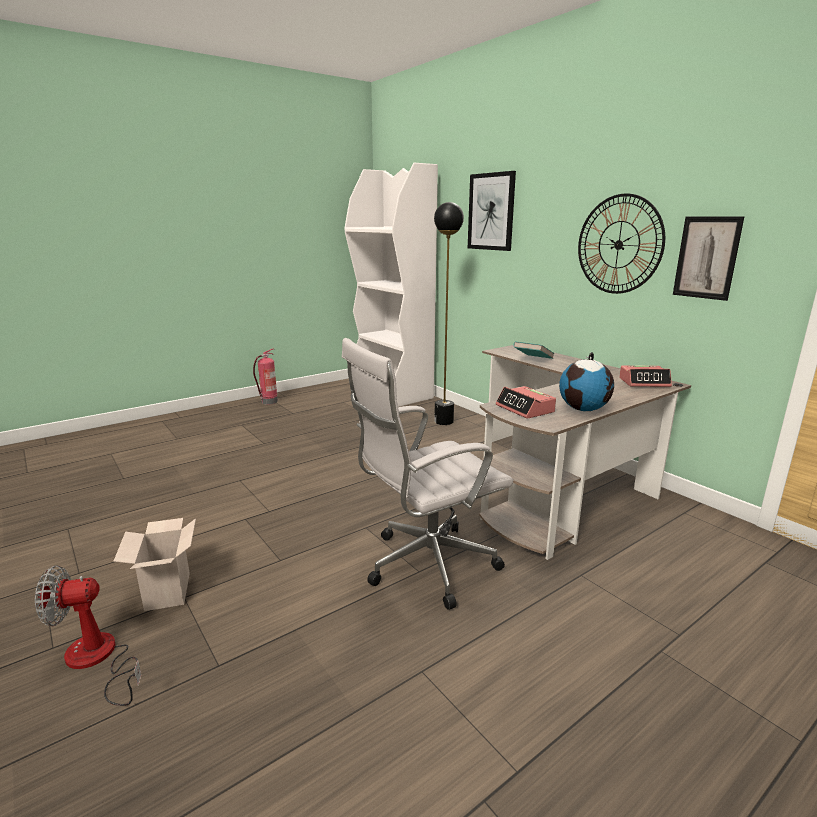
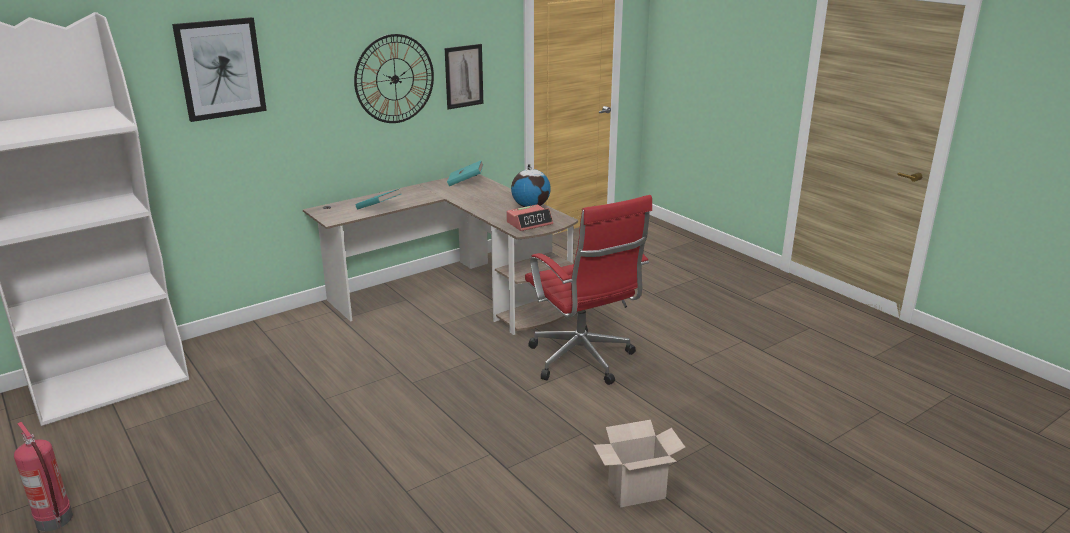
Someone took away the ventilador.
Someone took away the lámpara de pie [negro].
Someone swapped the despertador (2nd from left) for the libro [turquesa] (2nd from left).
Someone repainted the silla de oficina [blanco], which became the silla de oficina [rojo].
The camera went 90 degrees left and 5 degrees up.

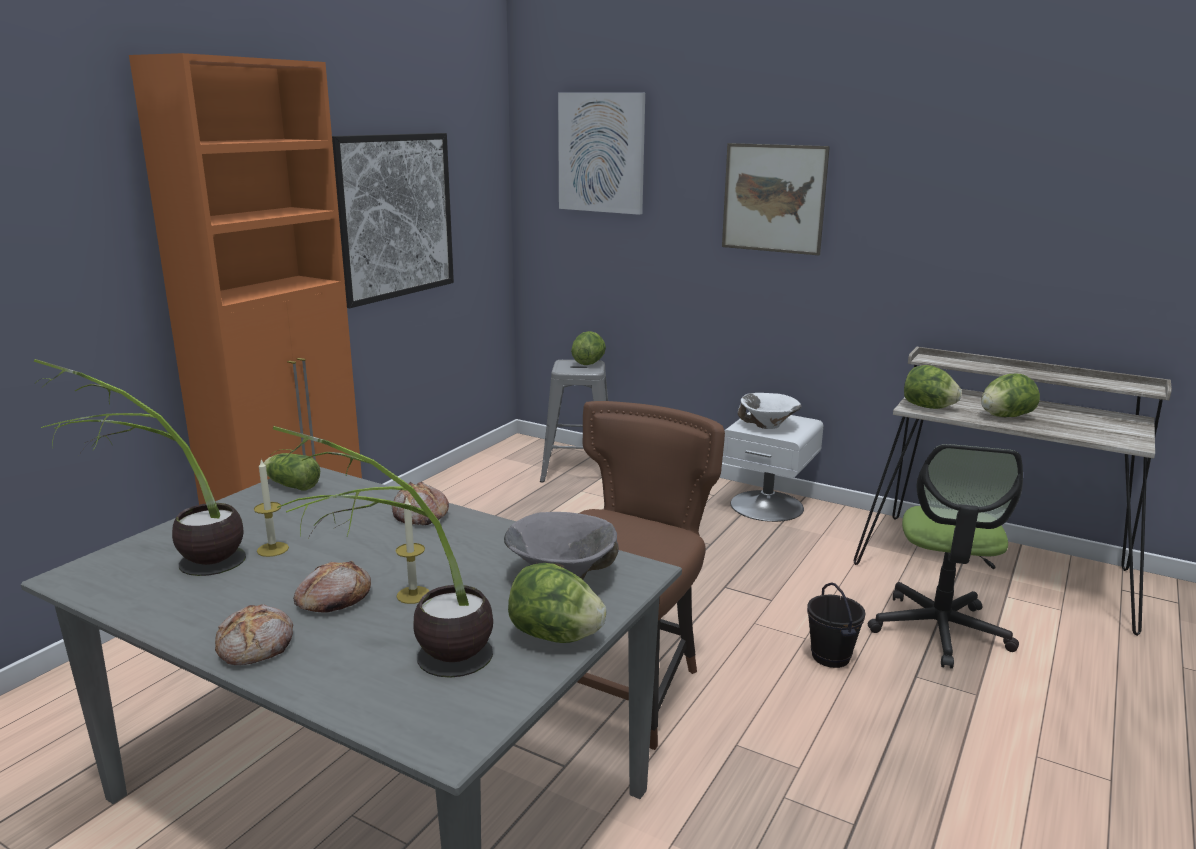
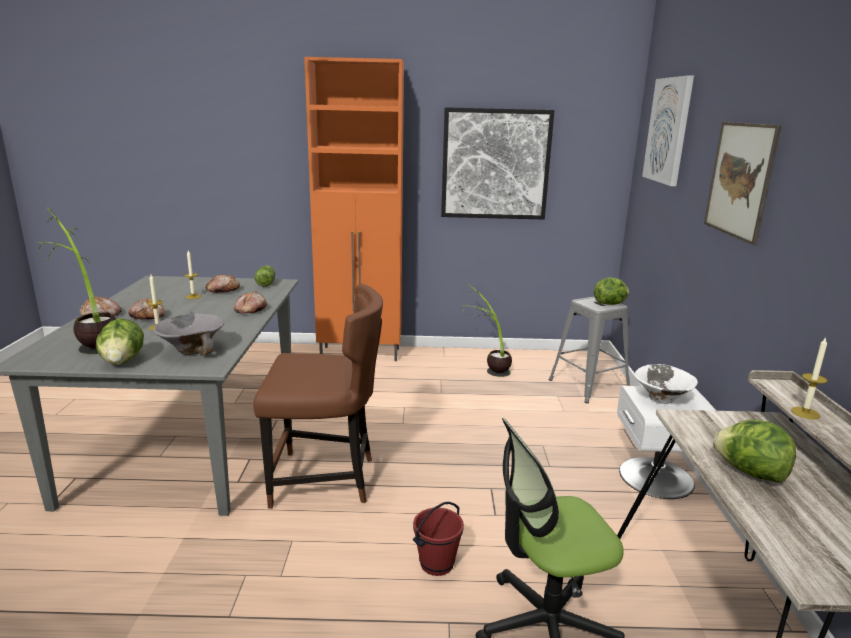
Someone took away the lechuga (4th from left).
Someone put down the pan (3rd from left).
Someone put down the vela (3rd from left).
Someone carried the planta en maceta (1st from left in the first image).
Someone repainted the cubo [negro], which became the cubo [rojo].
The camera went 60 degrees right and 0 degrees up.

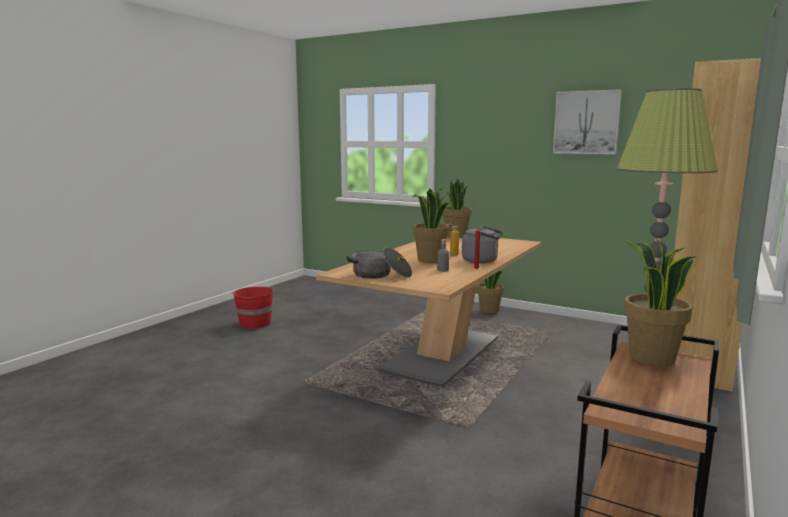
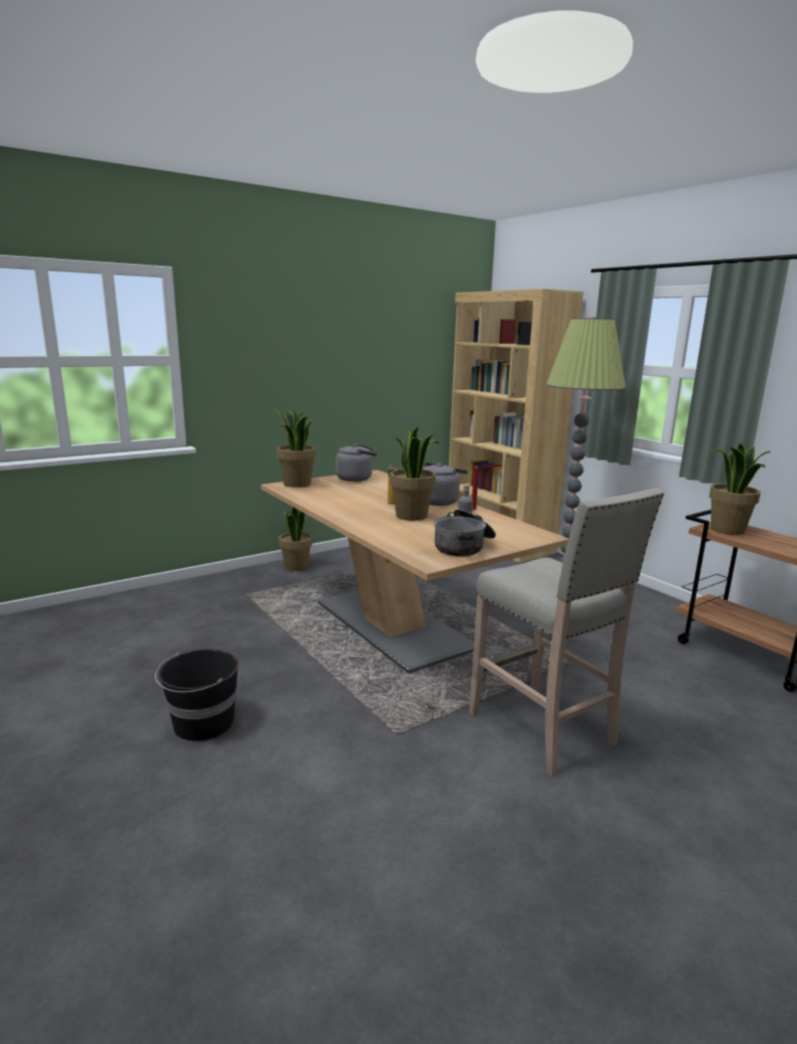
Someone took away the cubo [rojo].
Someone took away the cuadro.
Someone put down the cubo [negro].
Someone put down the hervidor [gris] (1st from left).
Someone put down the taburete [beis].
The camera went 65 degrees left and 5 degrees up.

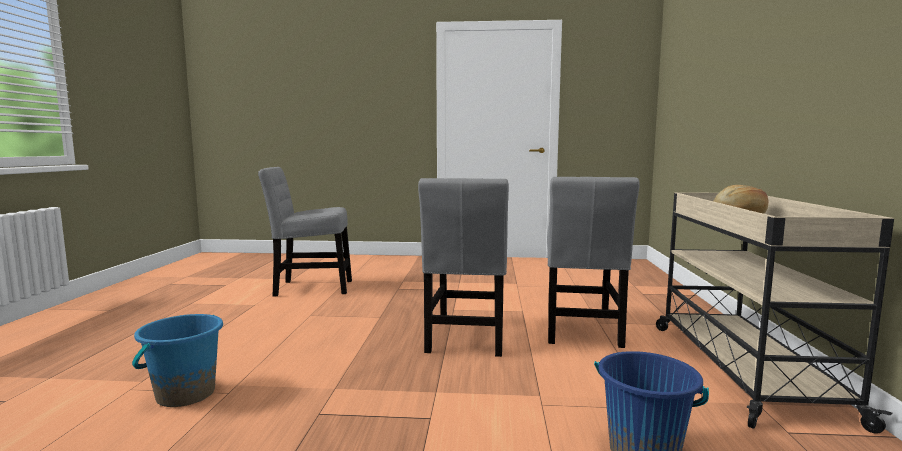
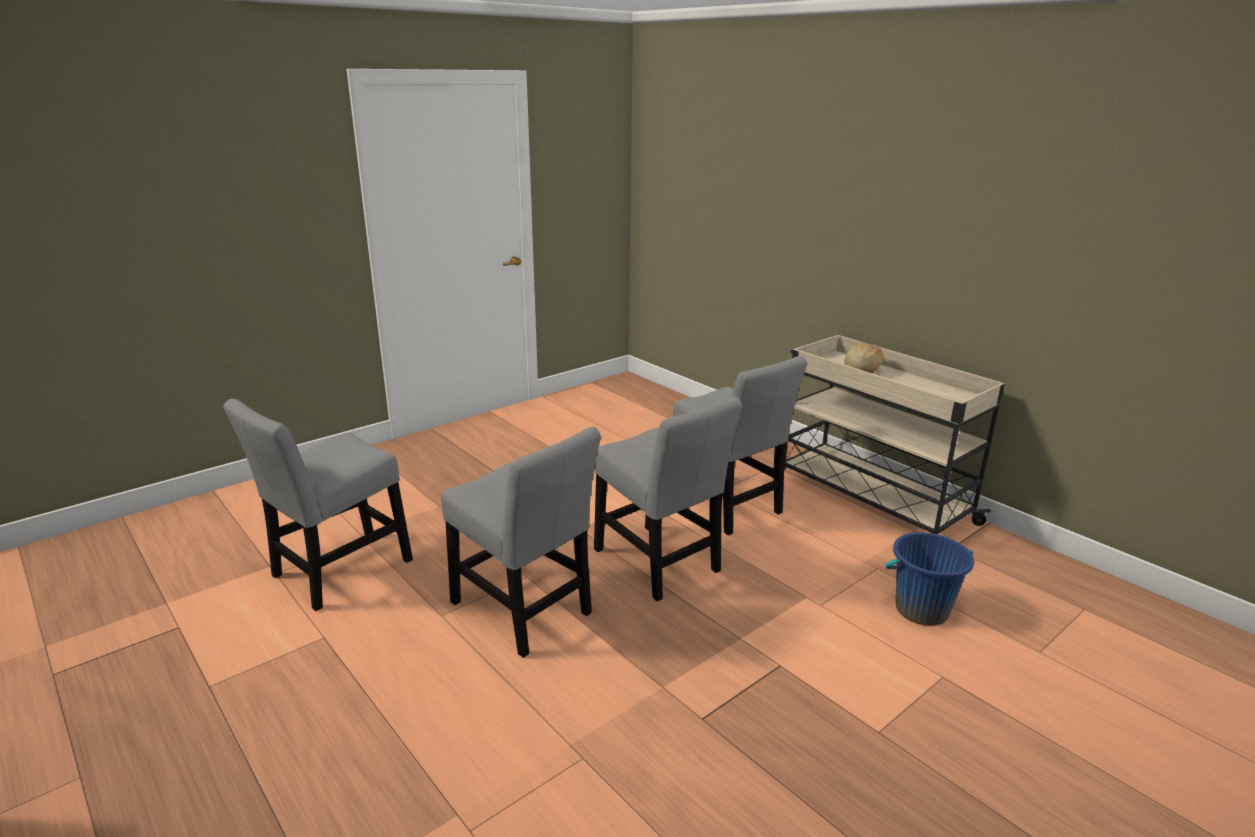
Someone took away the cubo [azul] (1st from left).
Someone put down the silla [gris] (2nd from left).
The camera went 45 degrees left and 15 degrees up.

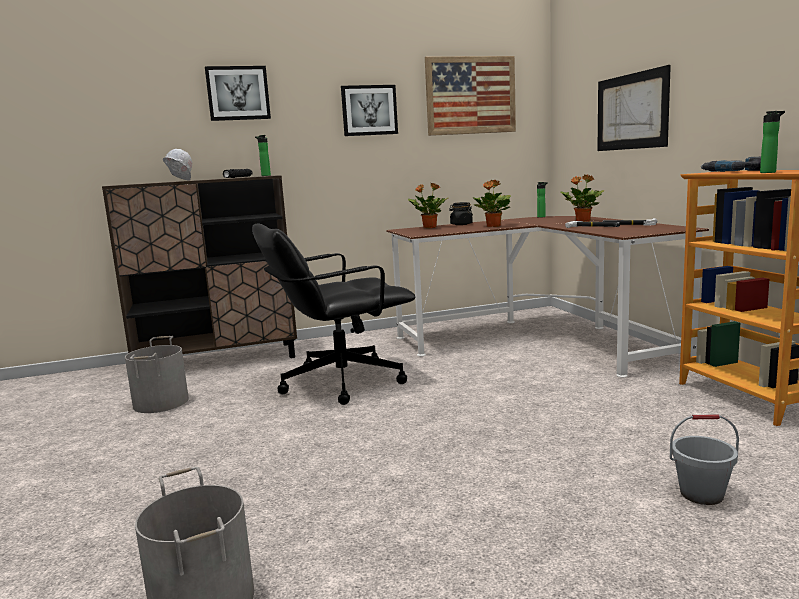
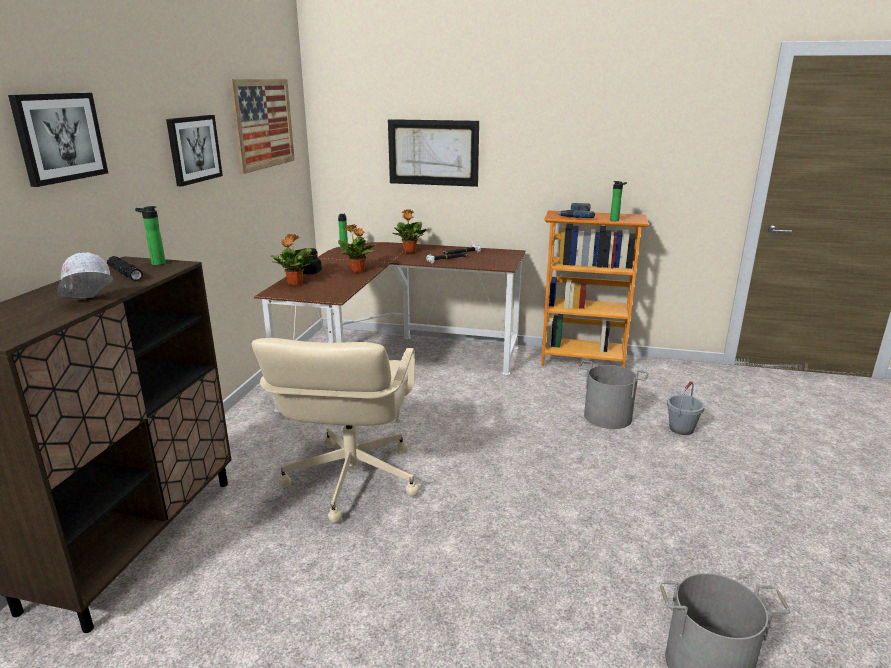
Someone carried the cubo [gris] (1st from left).
Someone repainted the silla de oficina [negro], which became the silla de oficina [beis].
The camera went 60 degrees left and 10 degrees up.

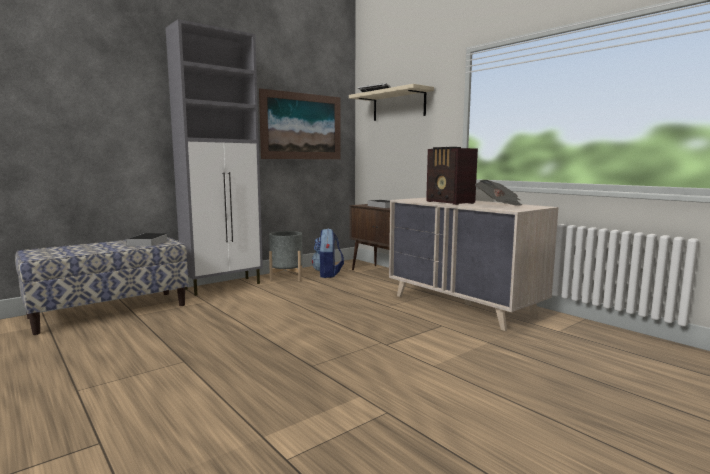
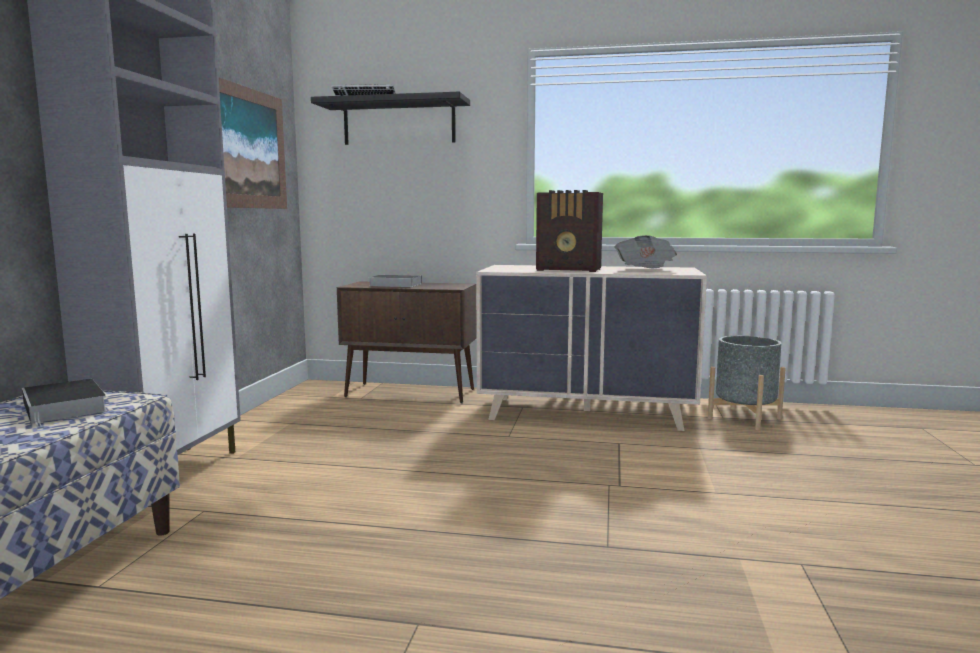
Someone took away the mochila.
Someone carried the maceta [gris].
Someone repainted the estante [beis], which became the estante [negro].
The camera went 40 degrees left and 0 degrees up.

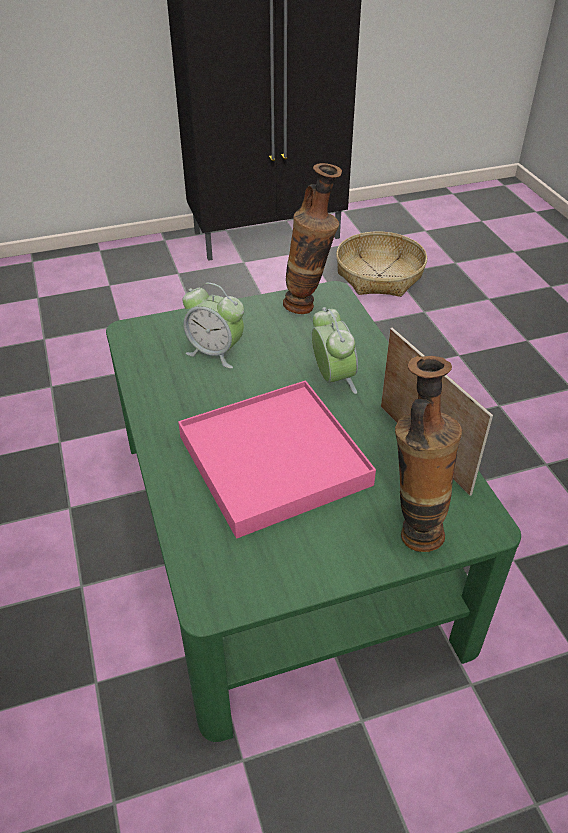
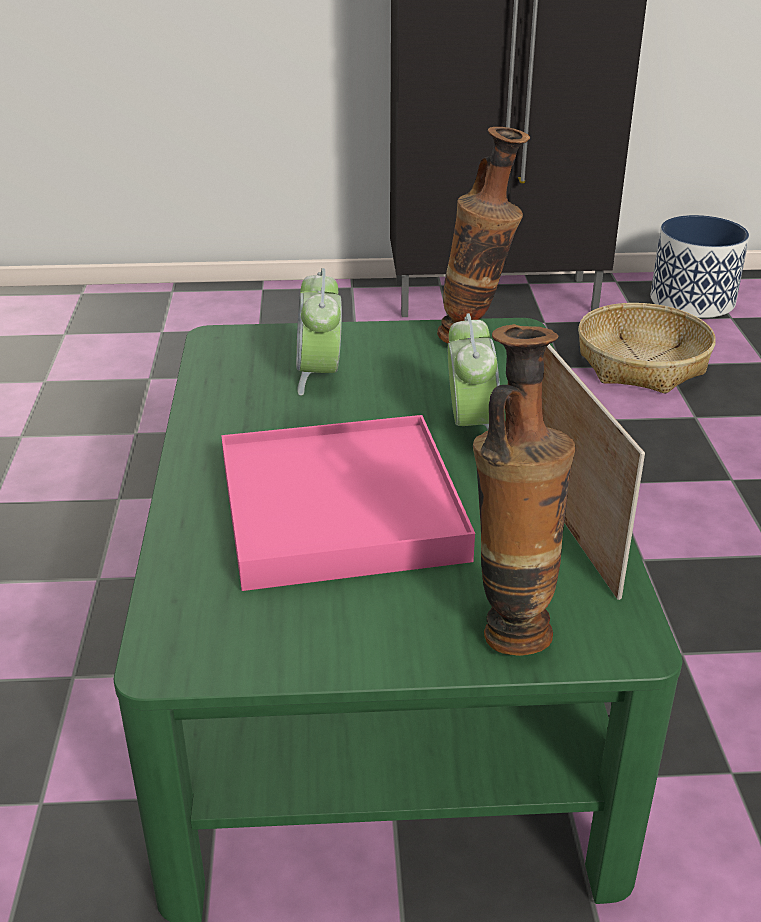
Someone put down the maceta.
Someone rotated the despertador (1st from left) by 45 degrees clockwise.
The camera went 15 degrees right and 10 degrees down.

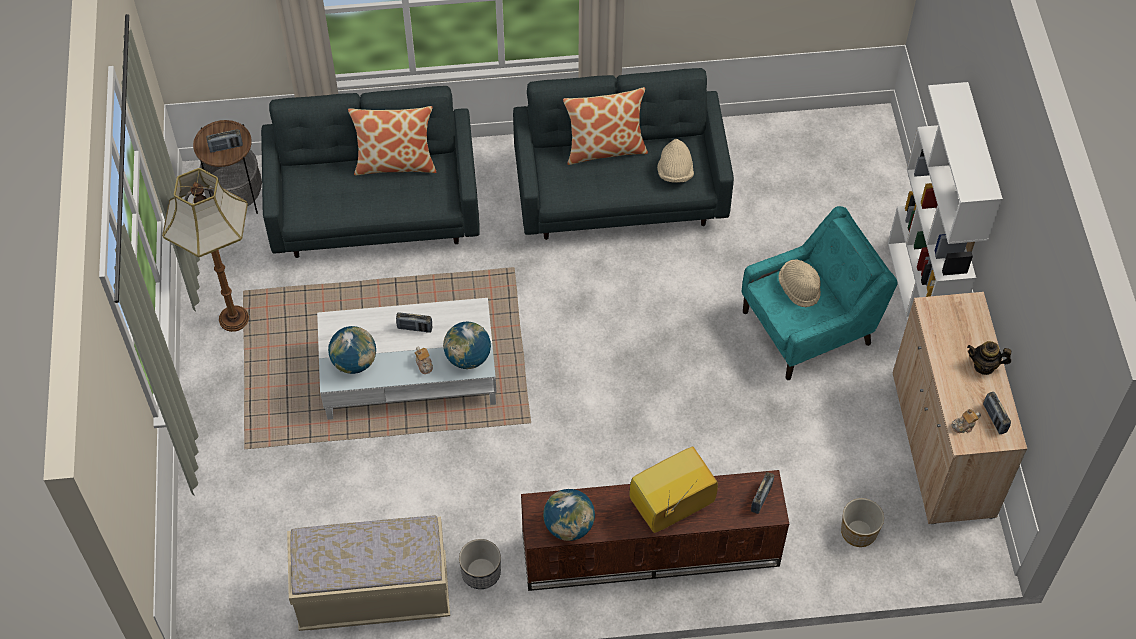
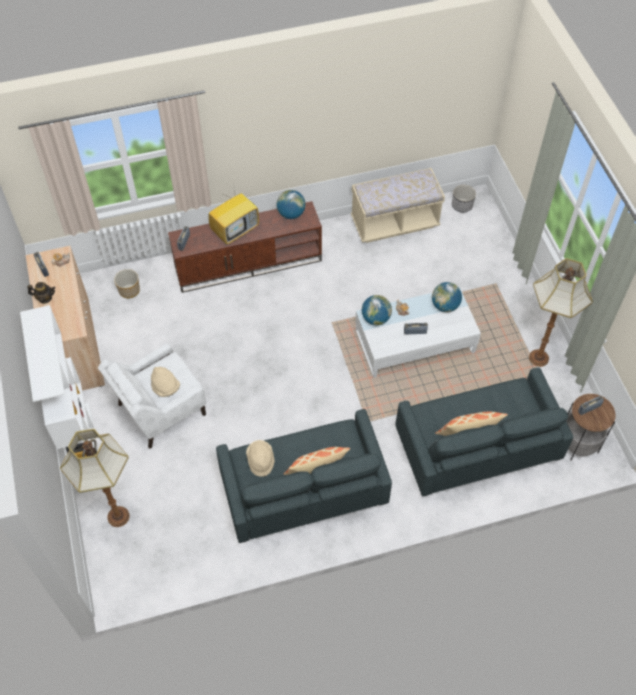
Someone put down the lámpara de pie (1st from left).
Someone carried the maceta (1st from left in the first image).
Someone repainted the sillón [turquesa], which became the sillón [blanco].
The camera went 170 degrees right and 0 degrees up.

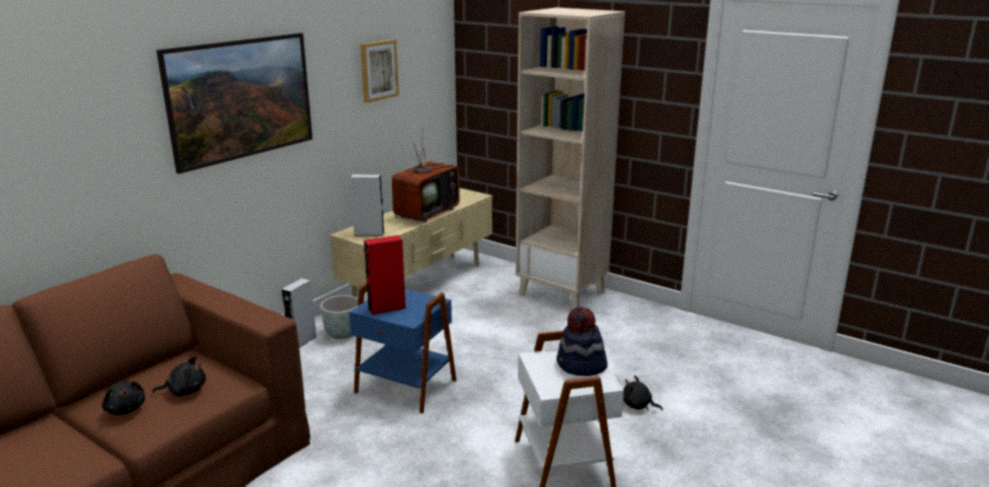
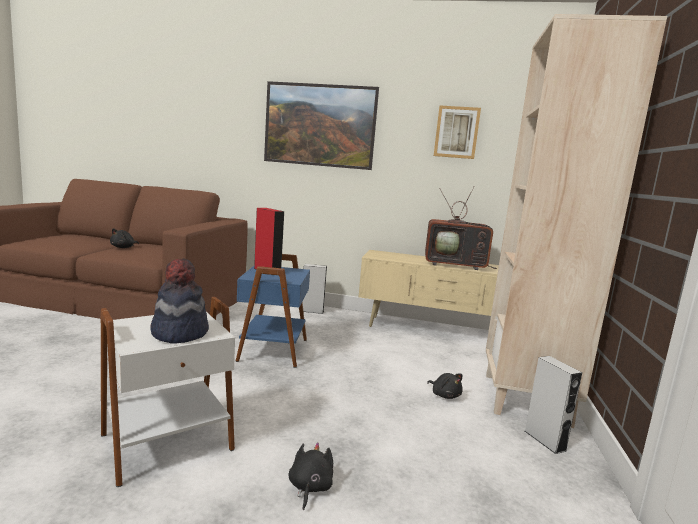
Someone took away the maceta [gris].
Someone carried the peluche [negro] (2nd from left in the first image).
Someone carried the altavoz [gris] (2nd from left).
The camera went 65 degrees right and 10 degrees down.

